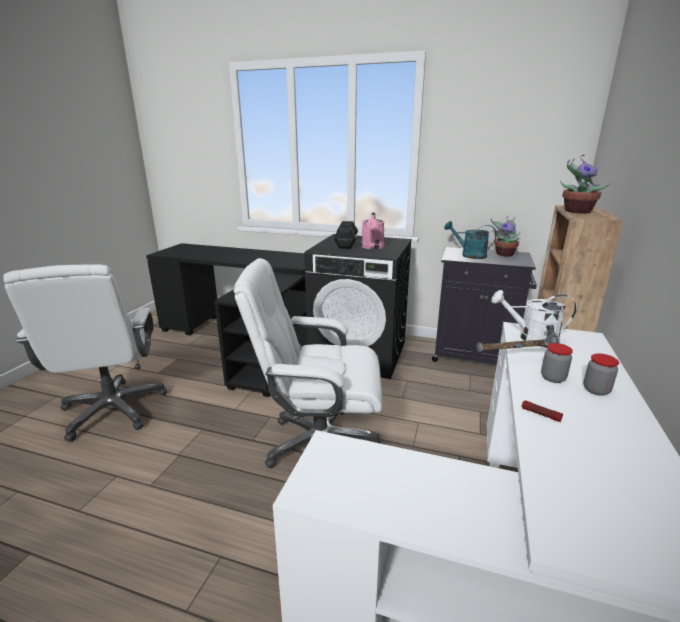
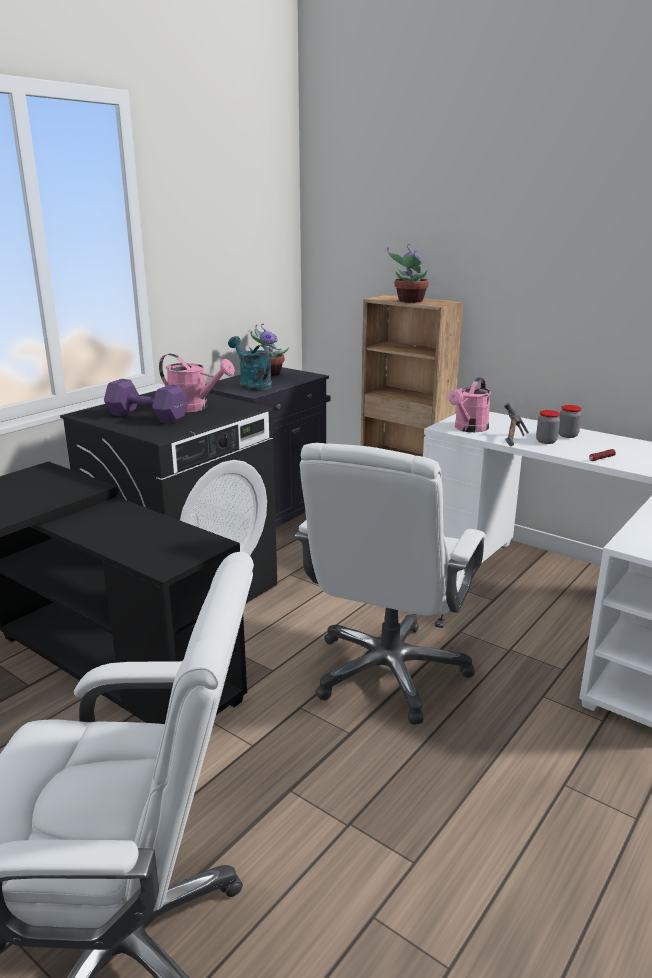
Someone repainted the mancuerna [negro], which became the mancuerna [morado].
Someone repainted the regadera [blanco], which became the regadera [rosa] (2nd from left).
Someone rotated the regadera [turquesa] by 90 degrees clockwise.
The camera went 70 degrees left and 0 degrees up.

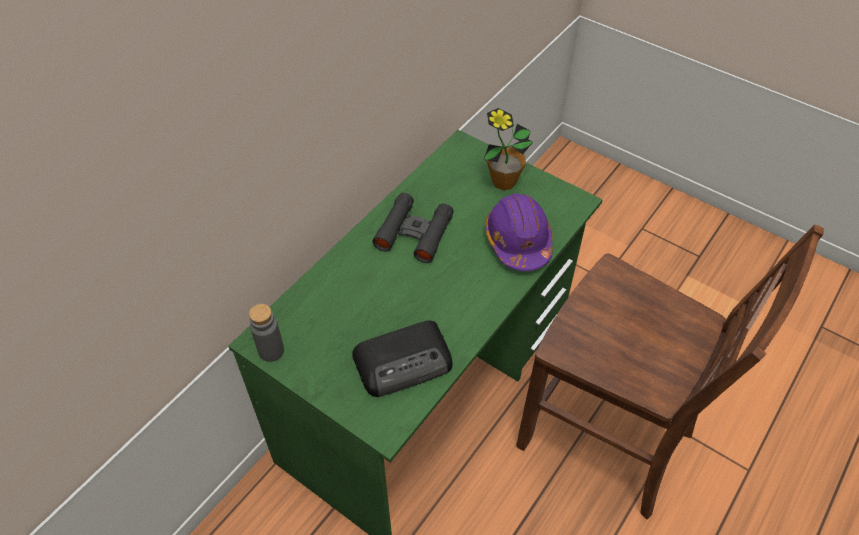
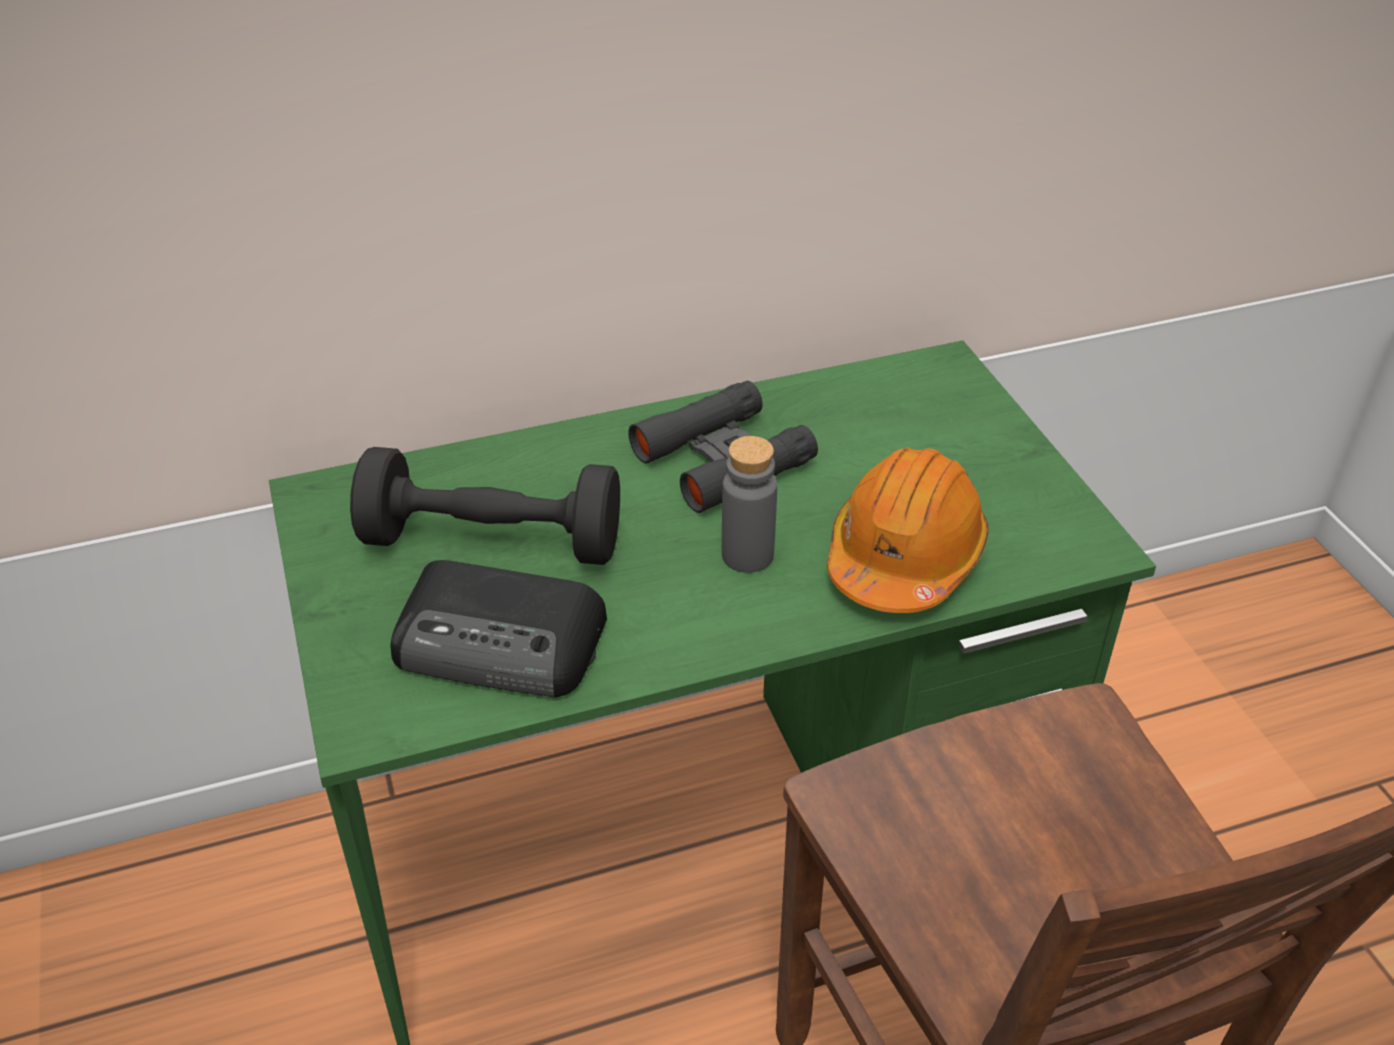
Someone took away the planta en maceta.
Someone put down the mancuerna [negro].
Someone carried the botella [gris].
Someone repainted the casco [morado], which became the casco [naranja].
The camera went 35 degrees right and 10 degrees down.

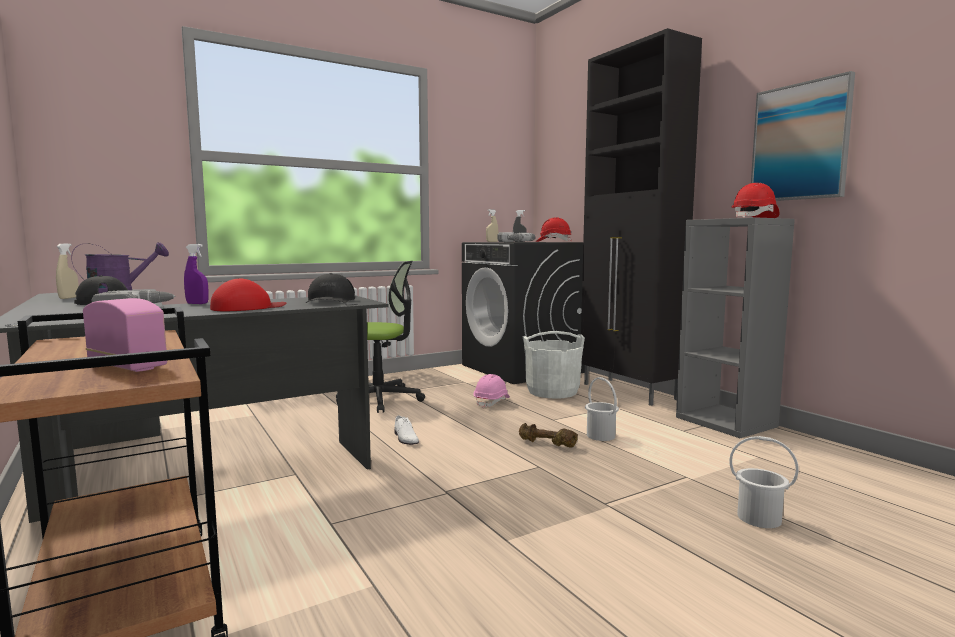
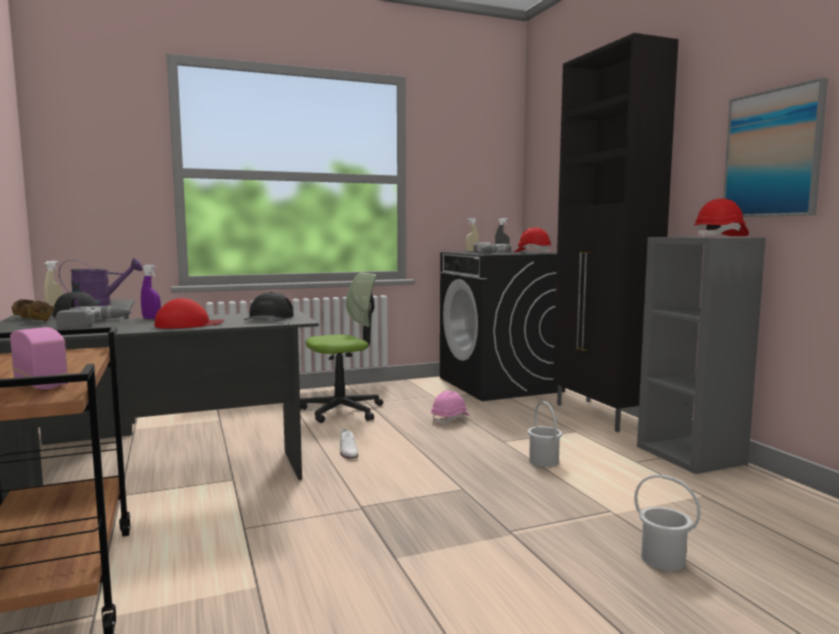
Someone took away the cubo [blanco] (1st from left).
Someone carried the mancuerna [marrón].
Someone rotated the silla de oficina by 45 degrees counterclockwise.
The camera went 10 degrees right and 0 degrees up.

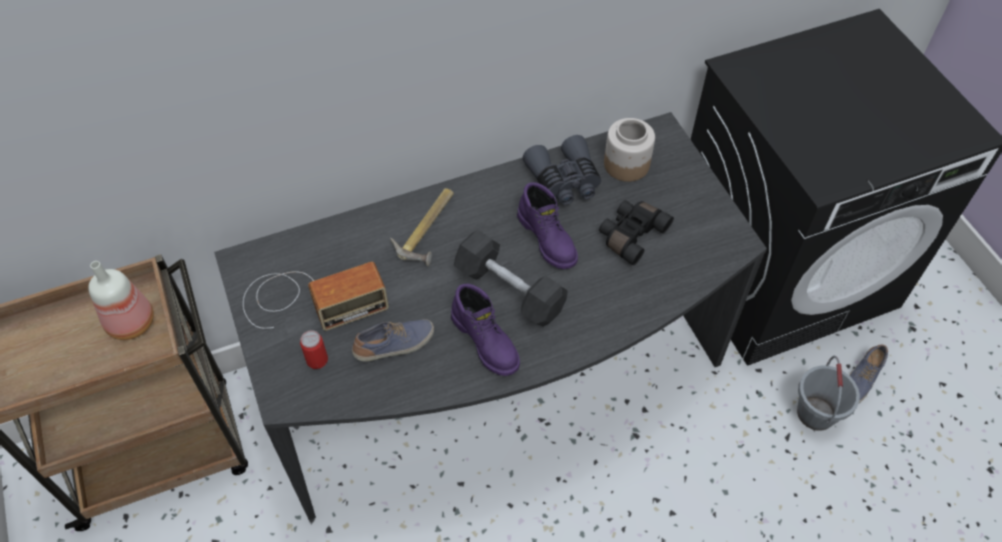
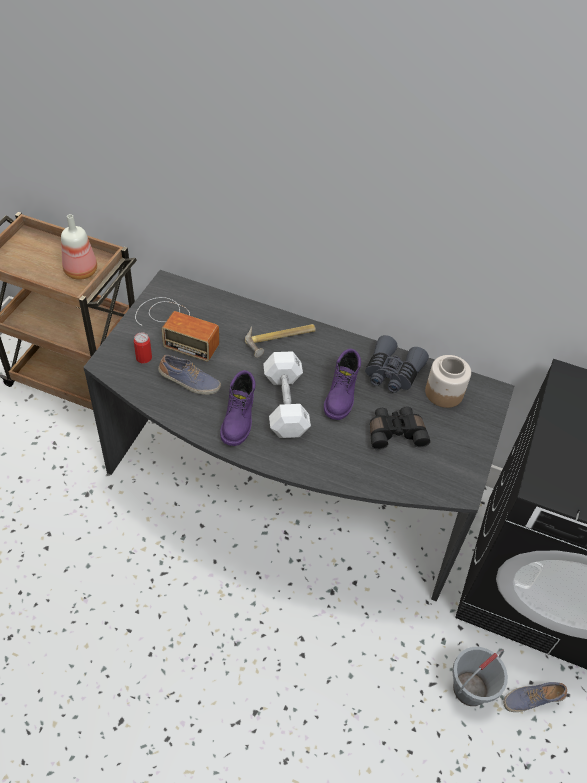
Someone repainted the mancuerna [negro], which became the mancuerna [blanco].
The camera went 40 degrees right and 5 degrees down.

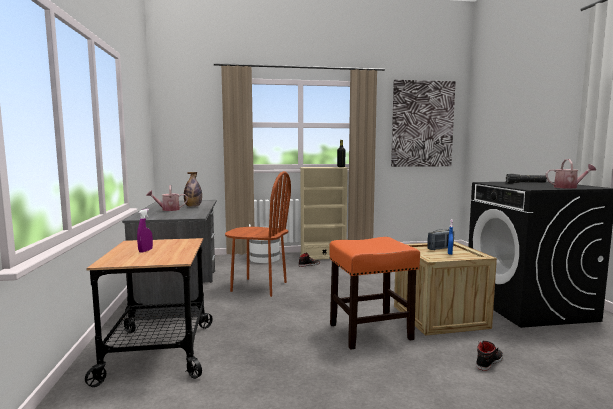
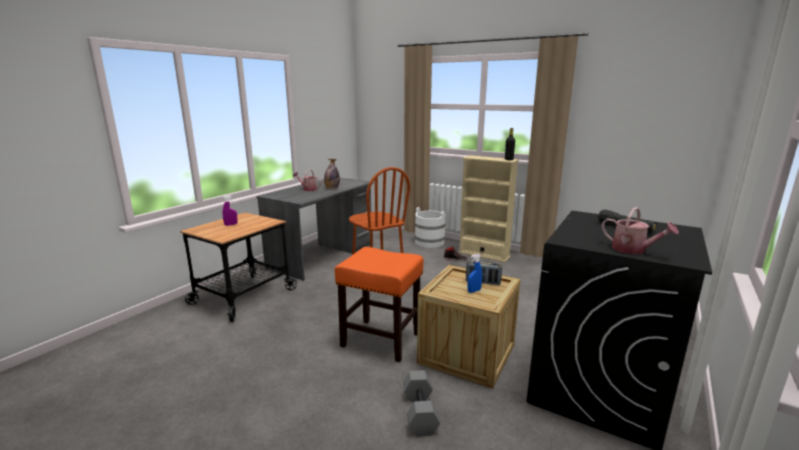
Someone took away the cuadro.
Someone swapped the zapato [negro] (2nd from left) for the mancuerna [gris].
The camera went 40 degrees right and 10 degrees up.

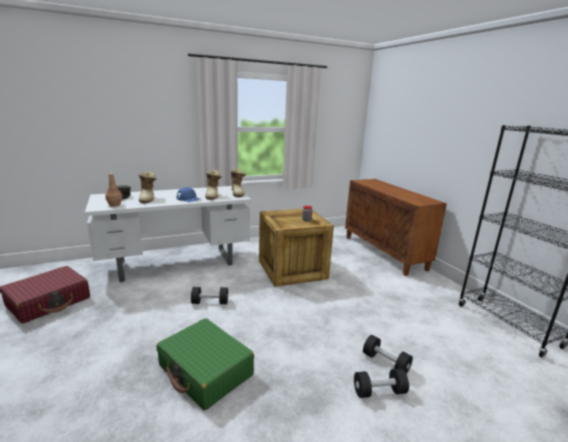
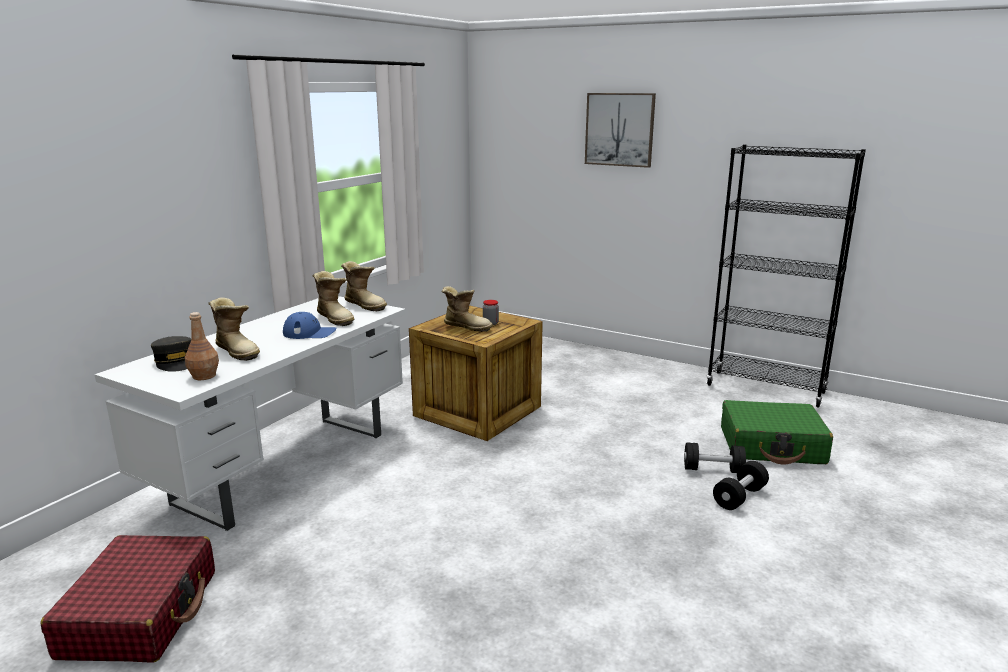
Someone took away the mancuerna [negro] (1st from left).
Someone took away the armario [marrón].
Someone put down the bota (4th from left).
Someone put up the cuadro.
Someone carried the maleta [verde].
The camera went 35 degrees left and 0 degrees up.

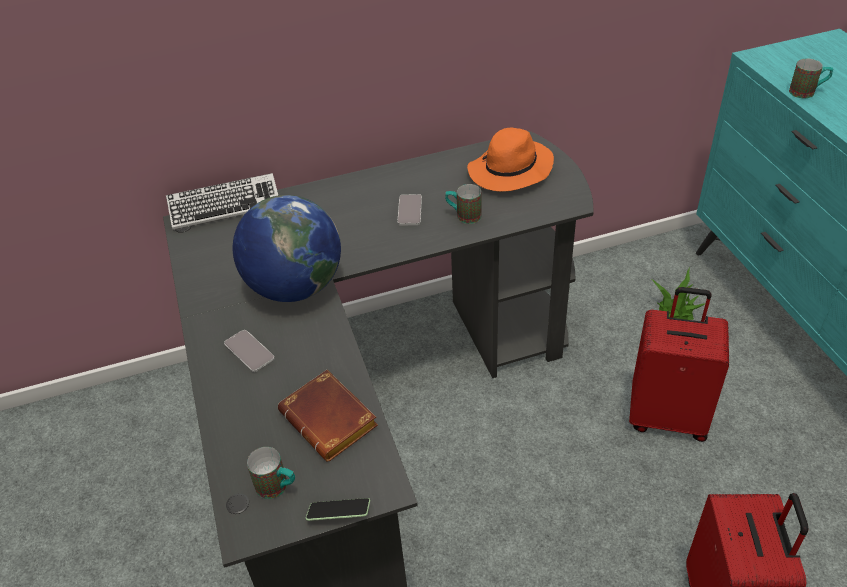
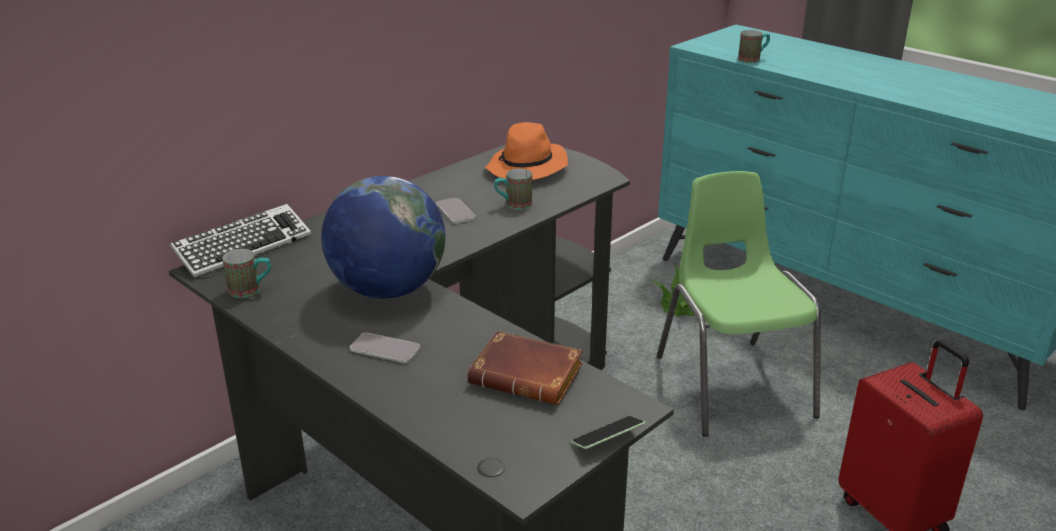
Someone carried the taza grande (1st from left).
Someone swapped the maleta [rojo] (1st from left) for the silla [verde].
The camera went 30 degrees left and 15 degrees down.

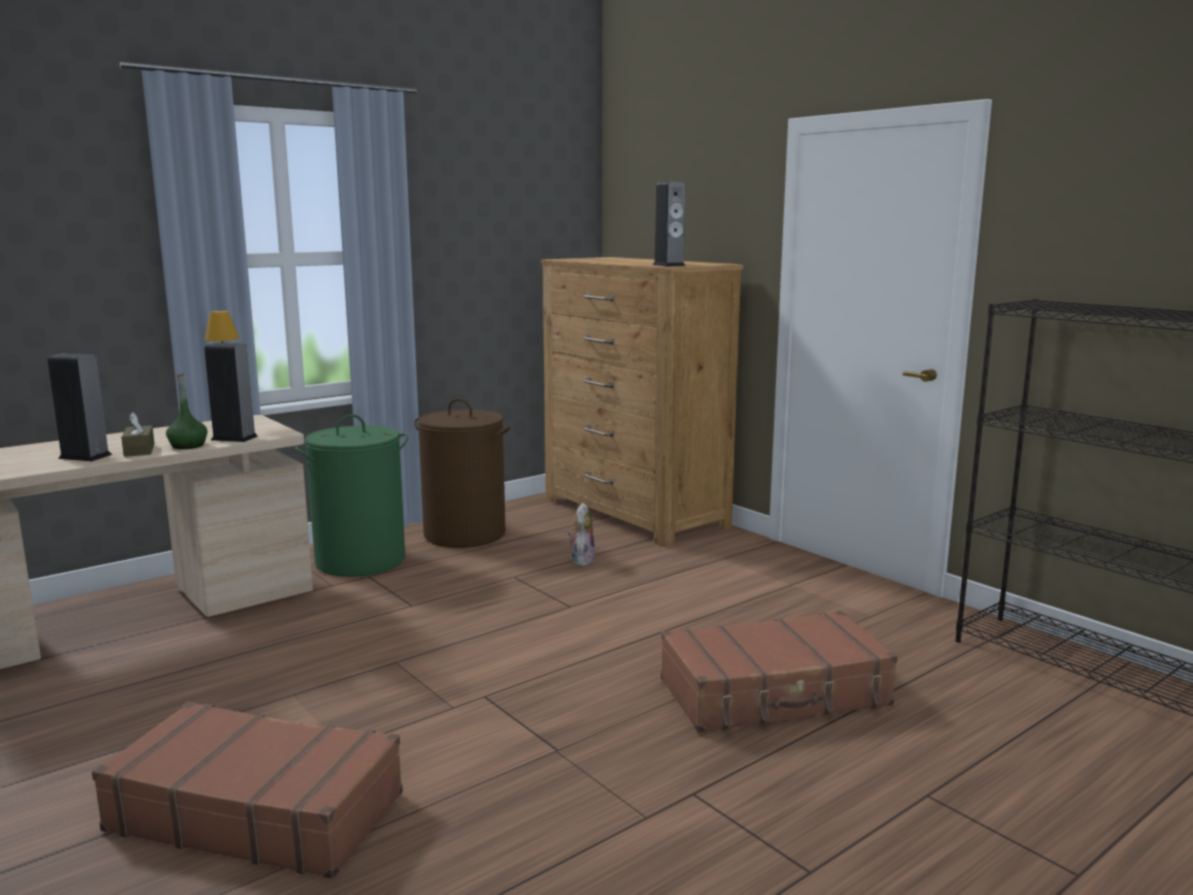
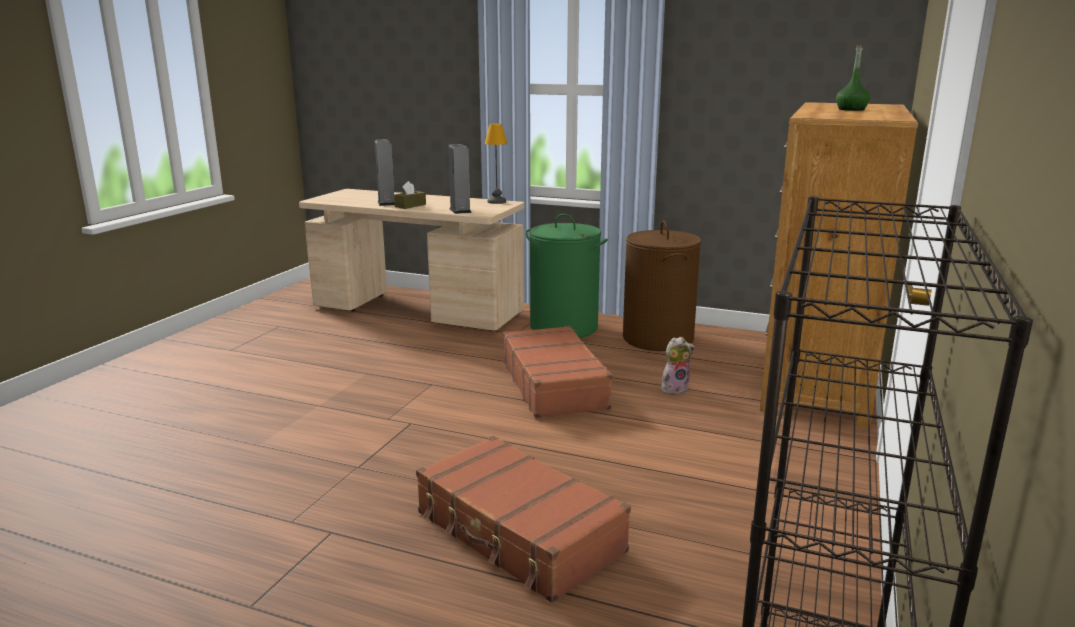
Someone took away the altavoz (3rd from left).
Someone carried the maleta [marrón] (1st from left in the first image).
Someone carried the botella [verde].
The camera went 60 degrees right and 5 degrees up.

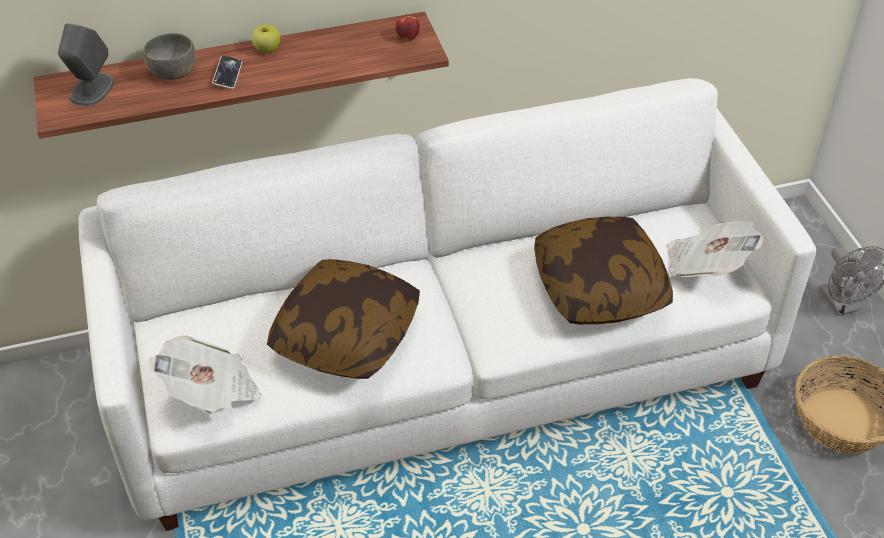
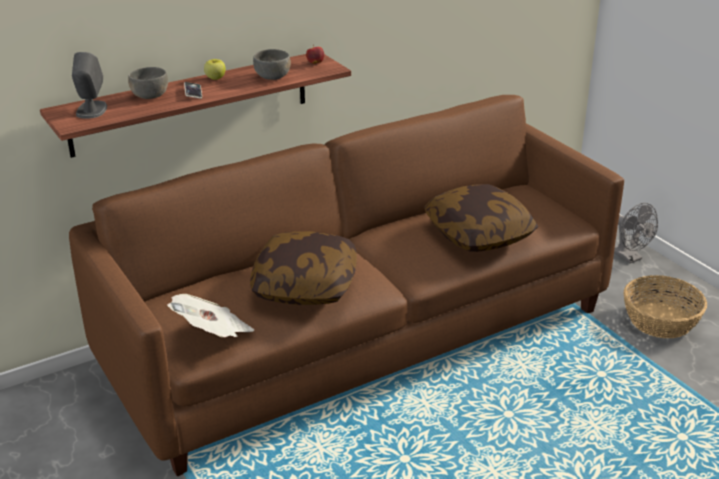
Someone took away the periódico (2nd from left).
Someone put down the cuenco [gris] (2nd from left).
Someone repainted the sofá [blanco], which became the sofá [marrón].
The camera went 15 degrees left and 15 degrees down.

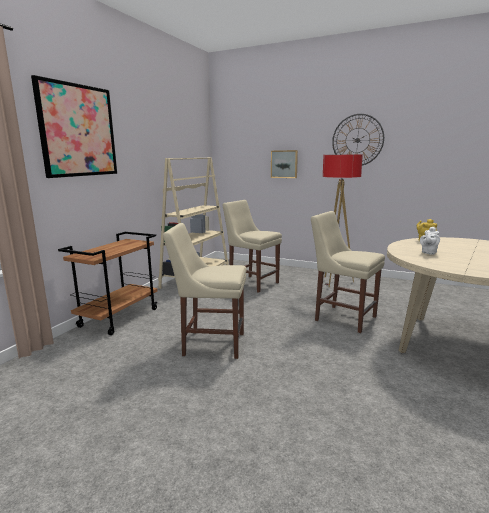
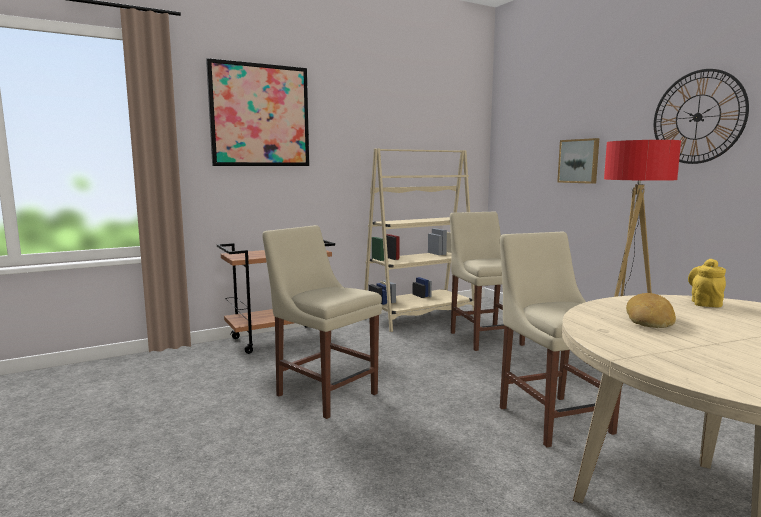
Someone swapped the tetera [blanco] for the pan.
The camera went 35 degrees right and 5 degrees down.

